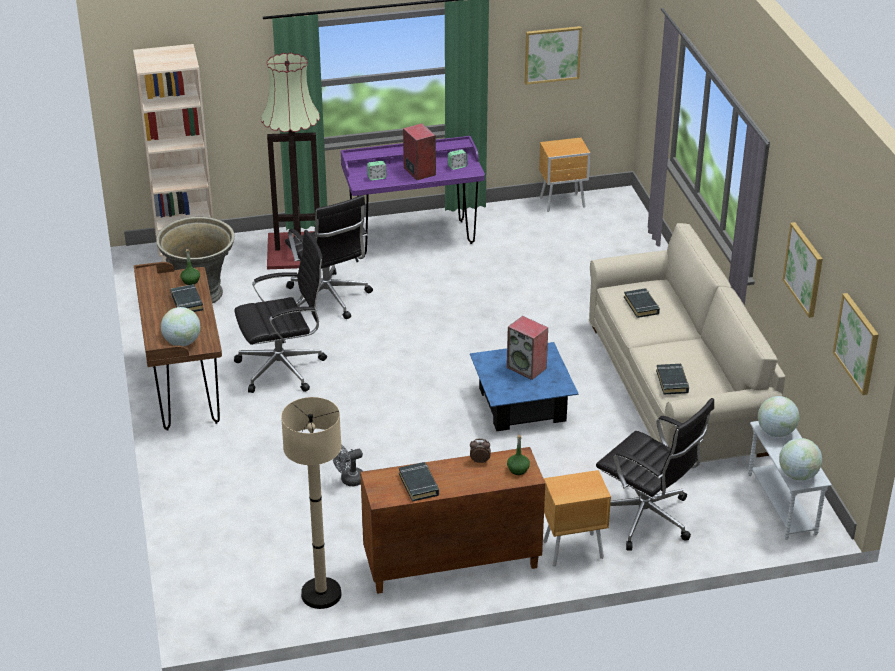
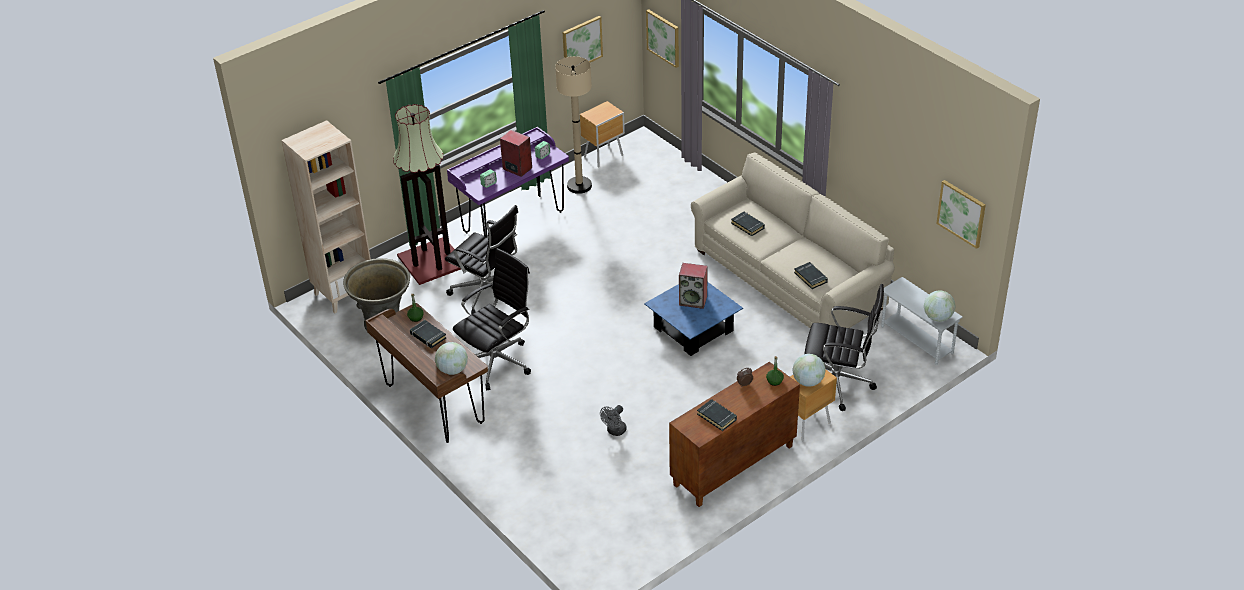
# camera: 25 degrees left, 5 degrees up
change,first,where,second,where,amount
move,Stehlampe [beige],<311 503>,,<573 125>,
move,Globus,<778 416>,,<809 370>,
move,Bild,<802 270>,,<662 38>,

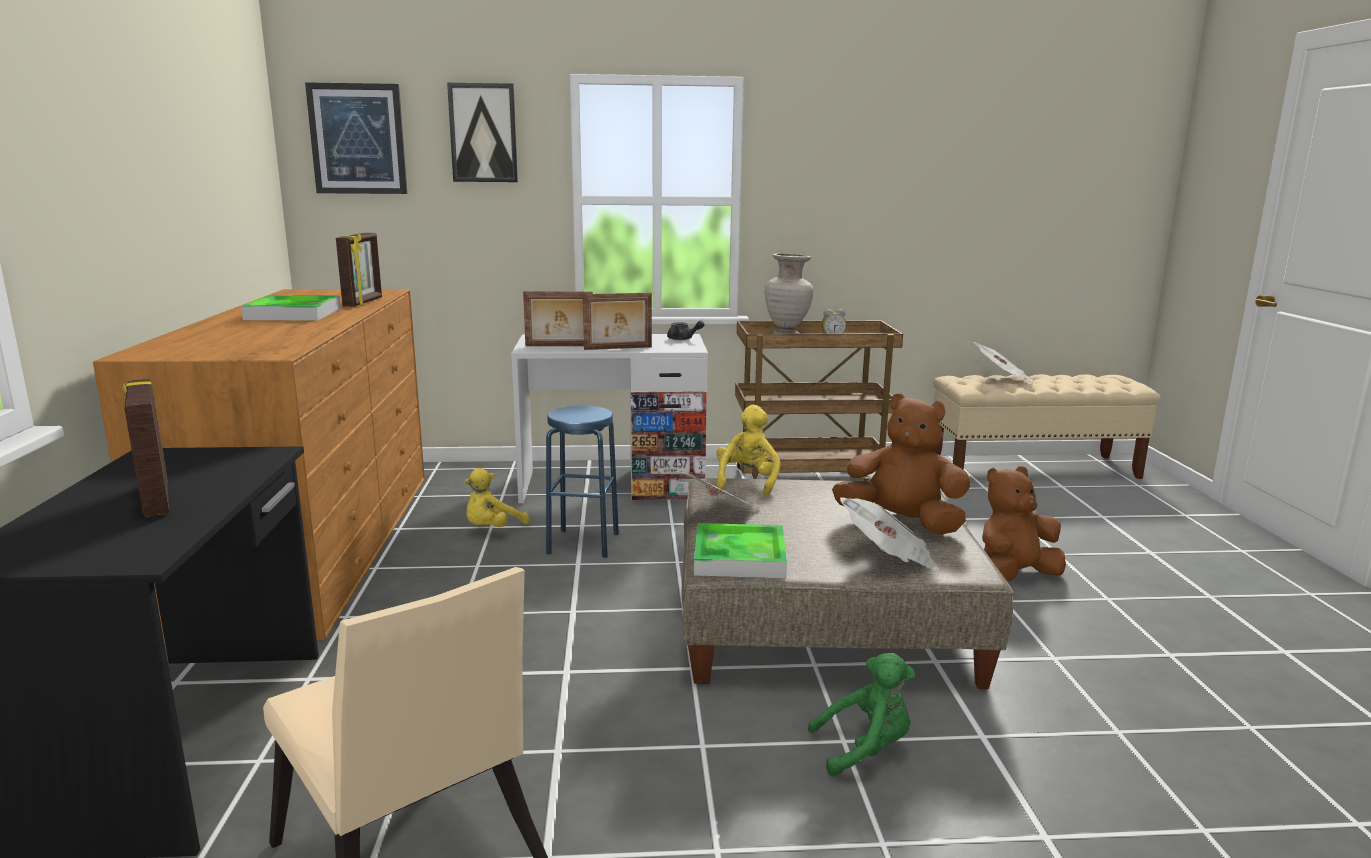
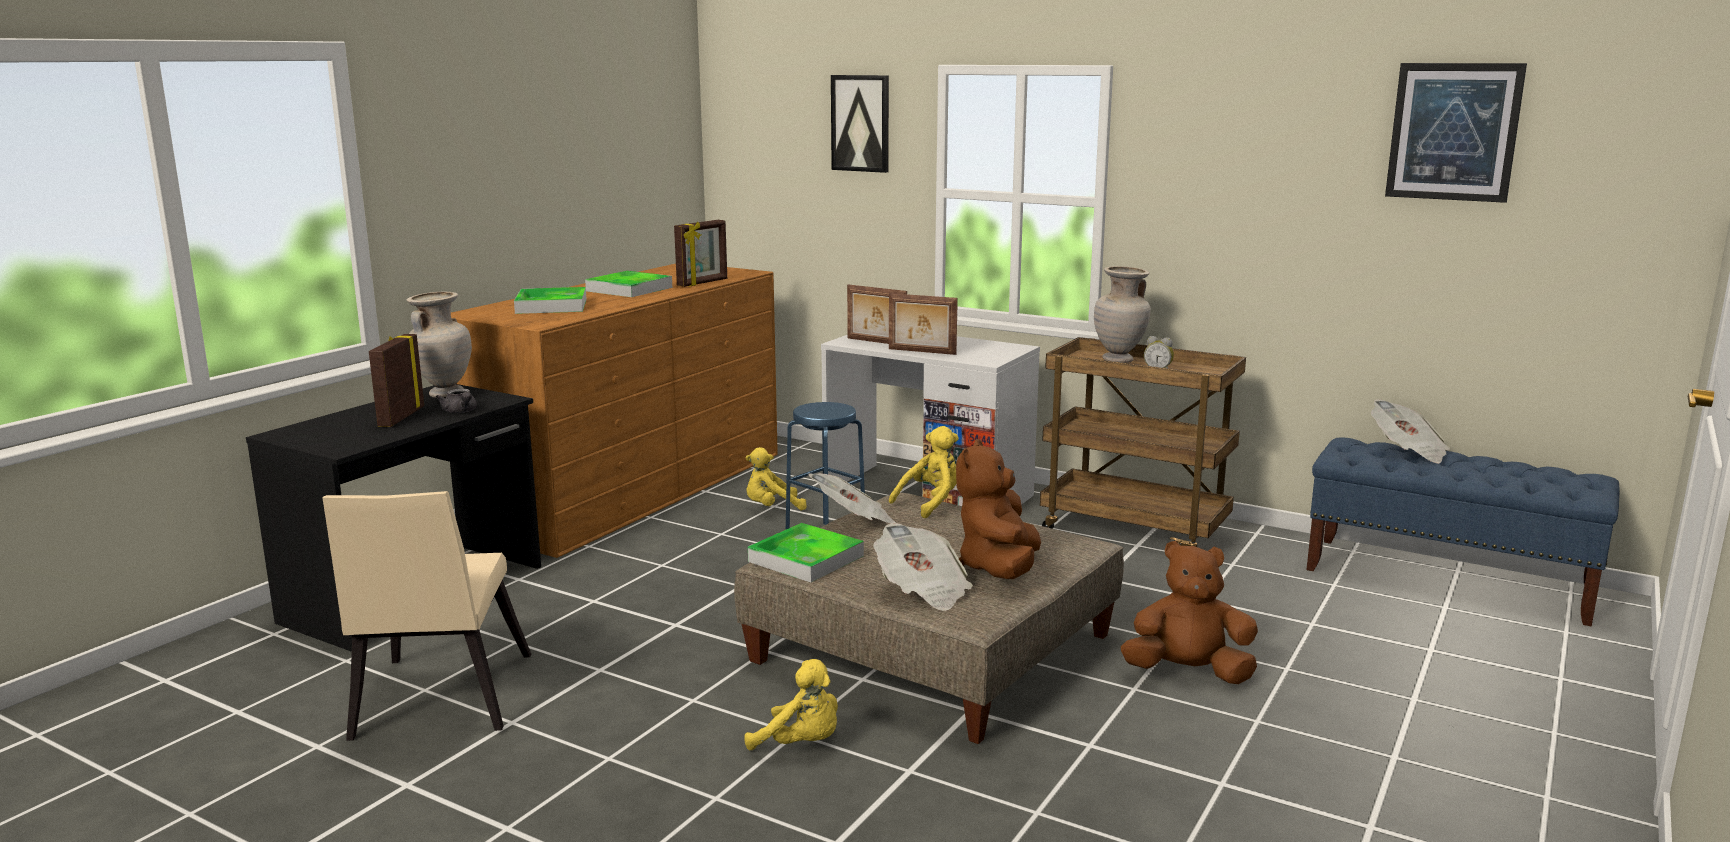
# camera: 35 degrees right, 0 degrees up
change,first,where,second,where,amount
move,Bild,<356 138>,,<1456 133>,
move,Teekanne [grau],<685 330>,,<456 401>,
recolor,Plüschtier [grün],<861 715>,Plüschtier [gelb],<791 705>,
rotate,Plüschtier [braun],<901 463>,,<998 509>,135 degrees counterclockwise
recolor,Bank [beige],<1047 426>,Bank [blau],<1462 532>,
insert,,,Vase [beige],<439 345>,
insert,,,Tablett,<550 300>,

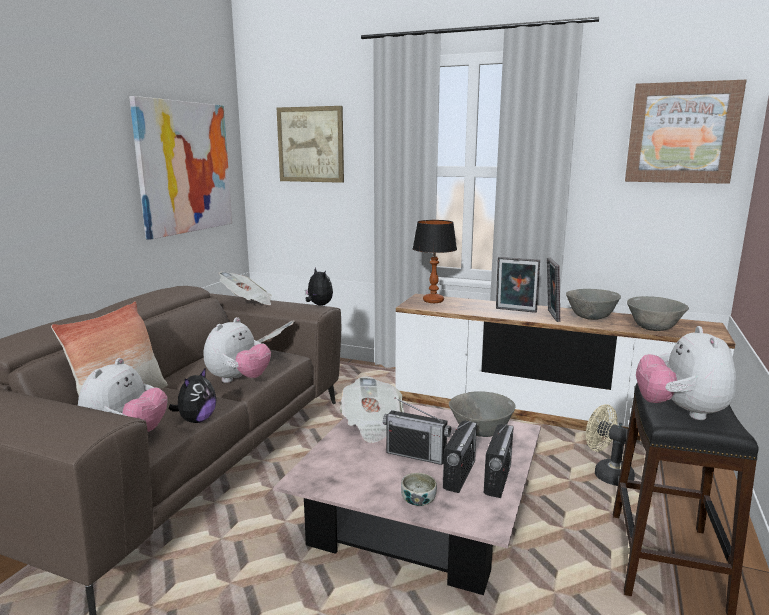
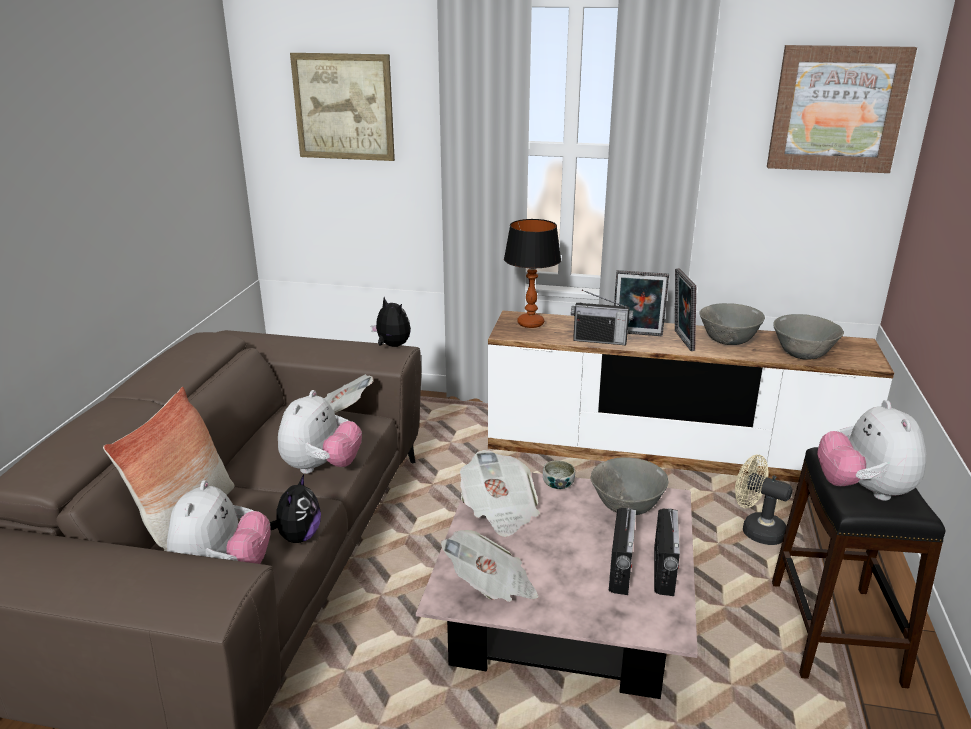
# camera: 10 degrees left, 10 degrees up
change,first,where,second,where,amount
delete,Bild,<180 168>,,,
move,Zeitung,<245 288>,,<490 566>,
move,Radio,<417 431>,,<602 317>,
move,Schüssel,<419 489>,,<559 474>,

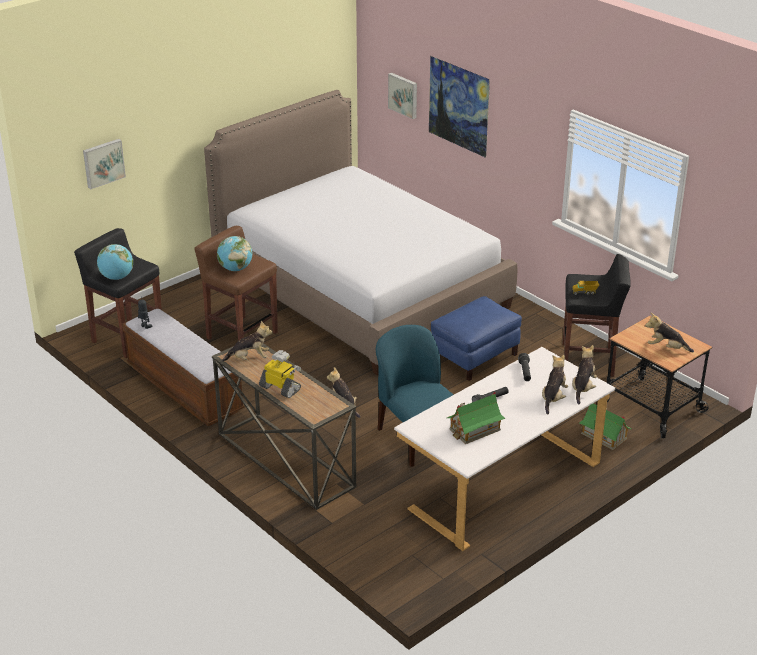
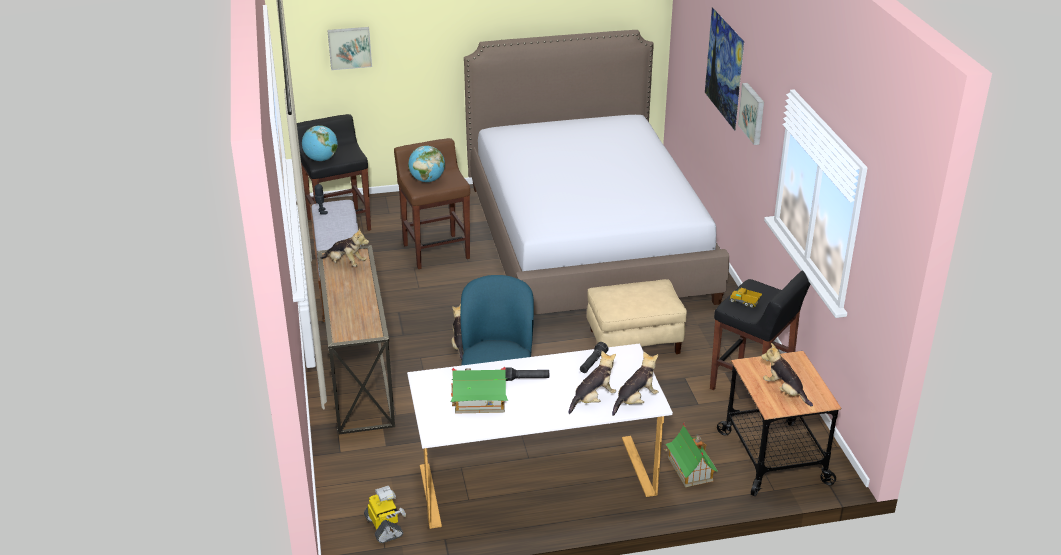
# camera: 30 degrees right, 0 degrees up
change,first,where,second,where,amount
move,Spielzeugroboter,<280 374>,,<385 514>,
move,Bild,<402 96>,,<751 114>,
recolor,Polsterhocker [blau],<476 338>,Polsterhocker [beige],<637 316>,

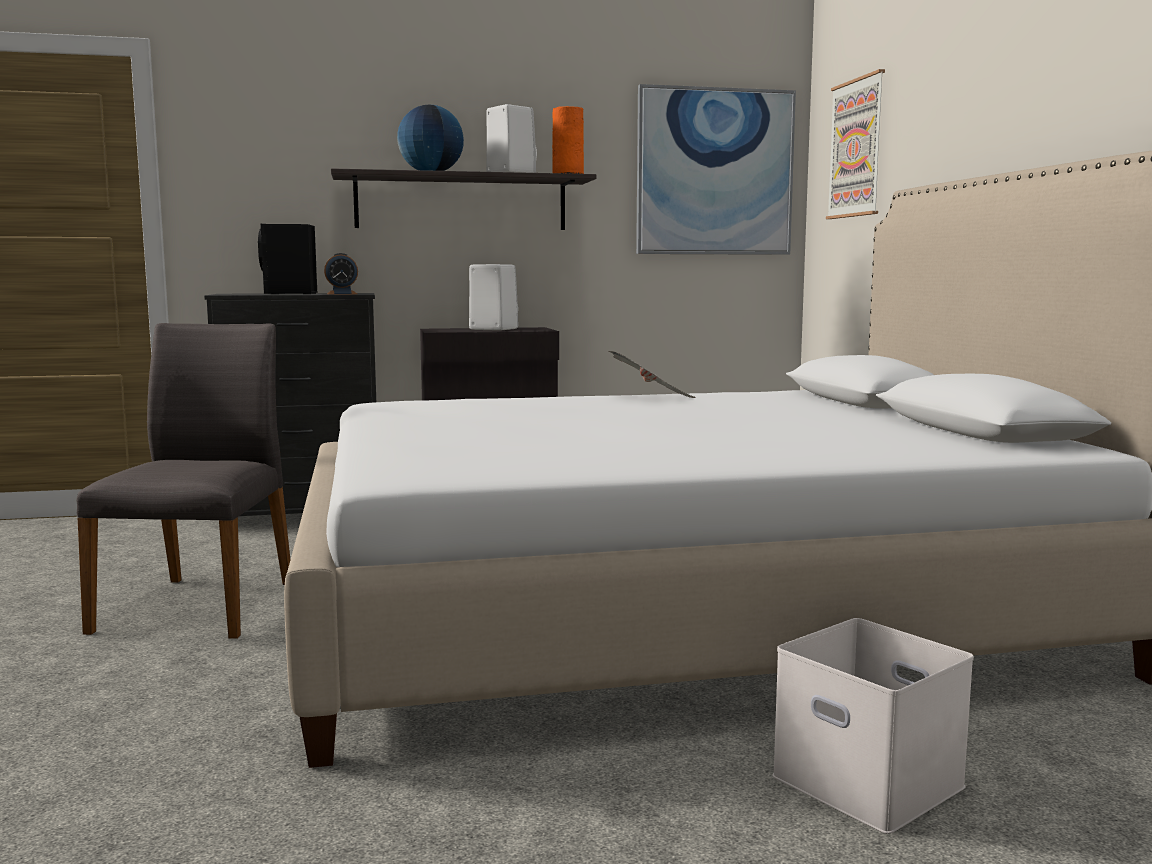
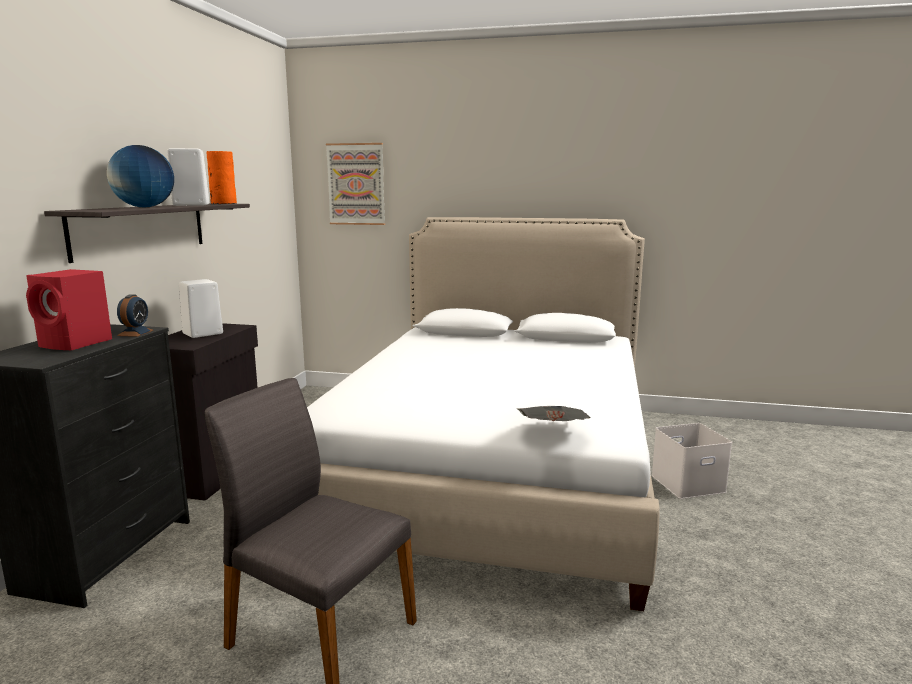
# camera: 65 degrees left, 5 degrees up
change,first,where,second,where,amount
recolor,Lautsprecher [schwarz],<287 259>,Lautsprecher [rot],<69 309>,
move,Zeitung,<651 374>,,<554 413>,
delete,Bild,<716 169>,,,

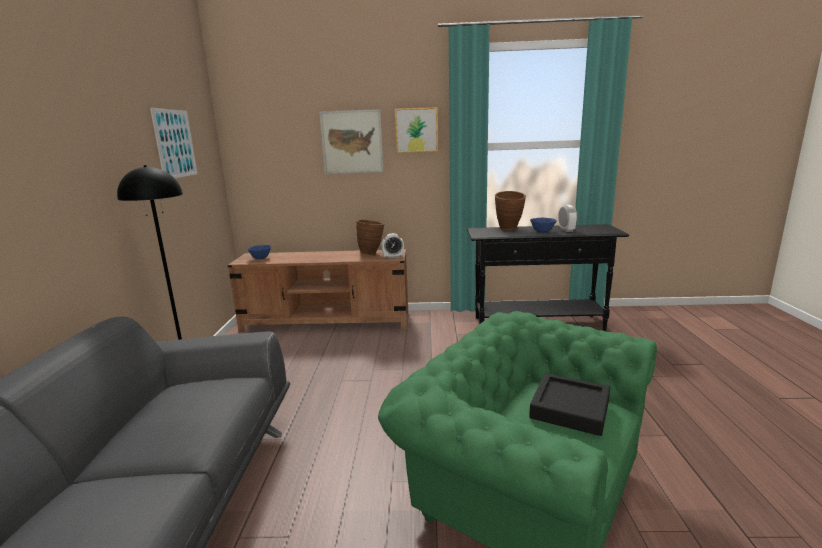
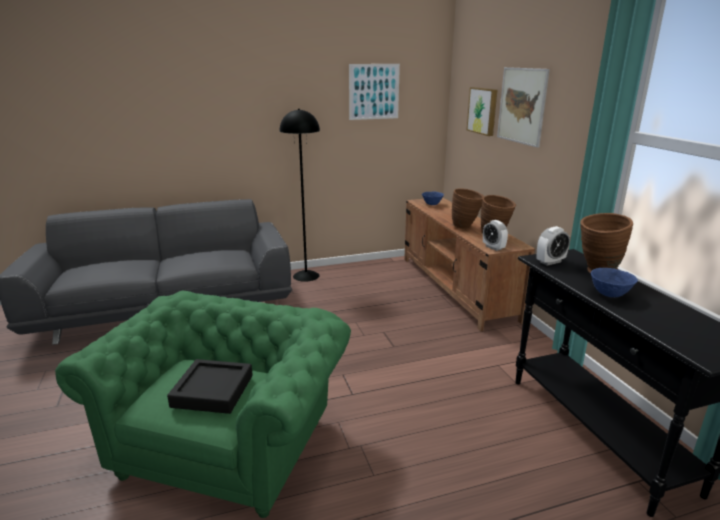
# camera: 70 degrees right, 5 degrees up
change,first,where,second,where,amount
move,Bild,<416 130>,,<482 111>,
move,Wecker,<567 218>,,<553 246>,
insert,,,Vase [braun],<468 209>,

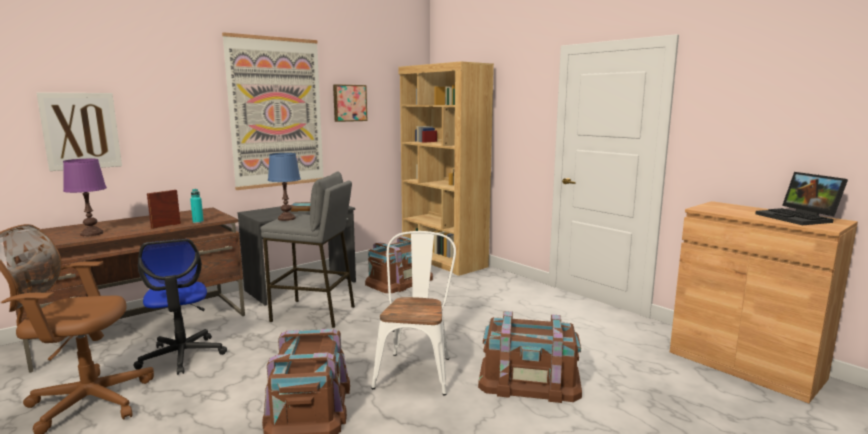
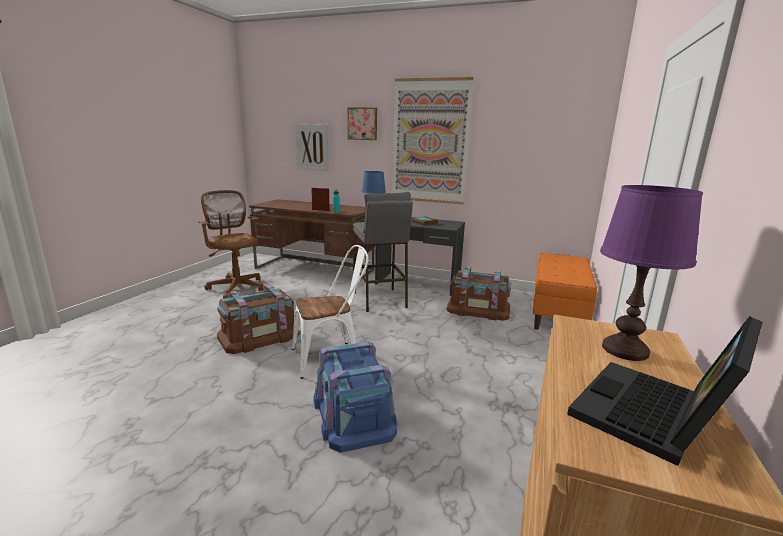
# camera: 60 degrees right, 5 degrees up
change,first,where,second,where,amount
move,Tischlampe [lila],<85 197>,,<651 273>,
delete,Bürostuhl,<180 307>,,,
move,Bild,<350 103>,,<362 123>,
replace,Bücherregal [braun],<446 168>,Bank [orange],<565 291>,
recolor,Aufbewahrungsbox [braun],<530 357>,Aufbewahrungsbox [blau],<355 397>,

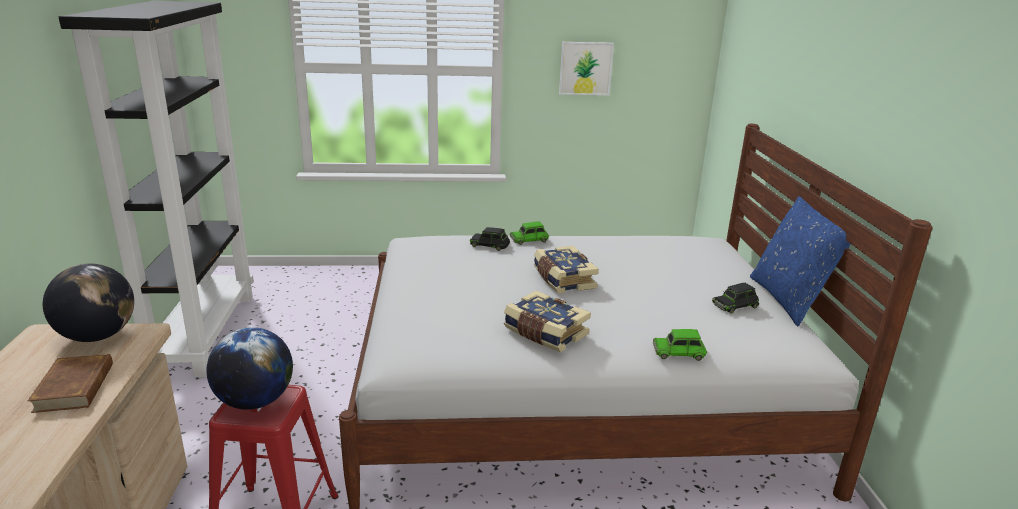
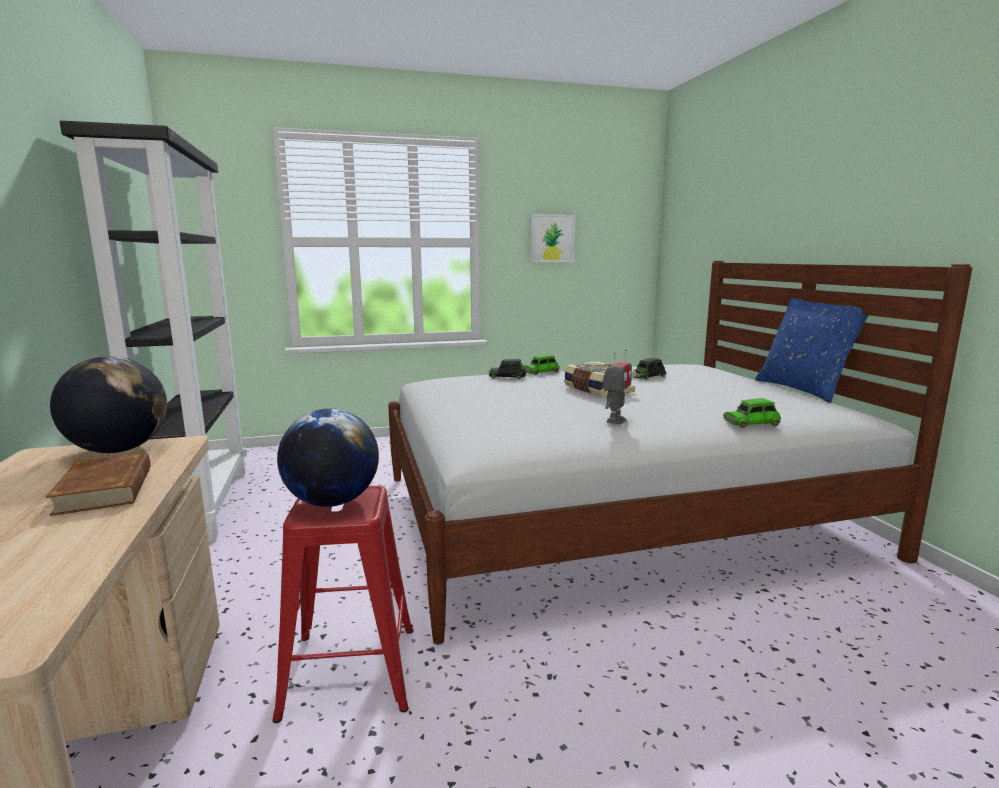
# camera: 10 degrees left, 10 degrees down
change,first,where,second,where,amount
replace,Buch,<547 321>,Spielzeugroboter,<617 386>,
move,Spielzeugauto [schwarz],<735 298>,,<650 369>,

